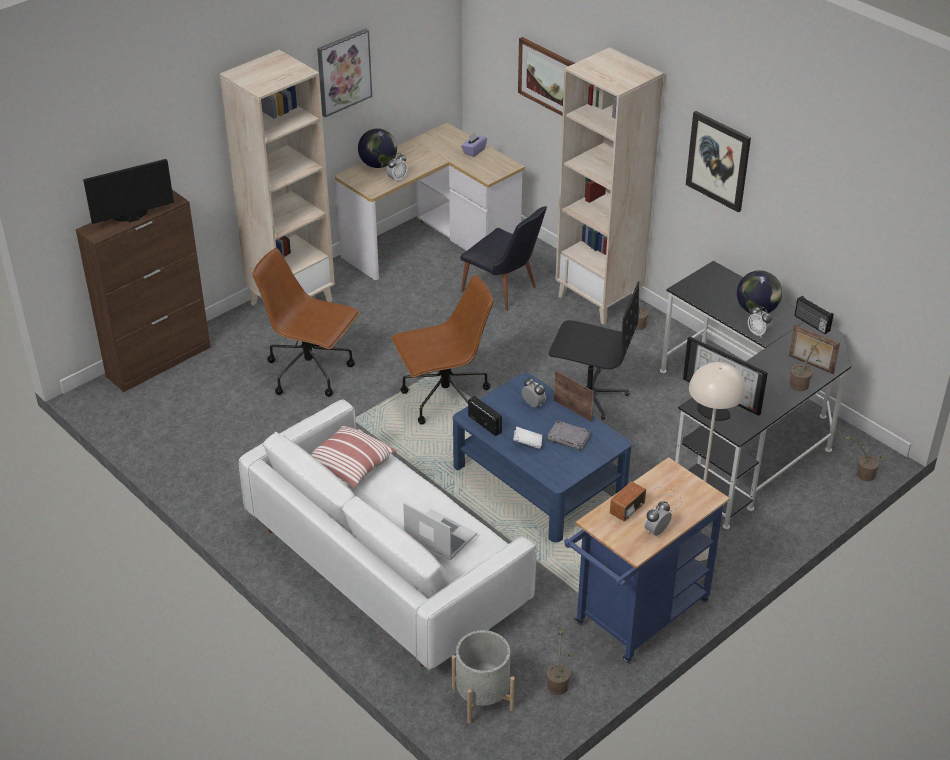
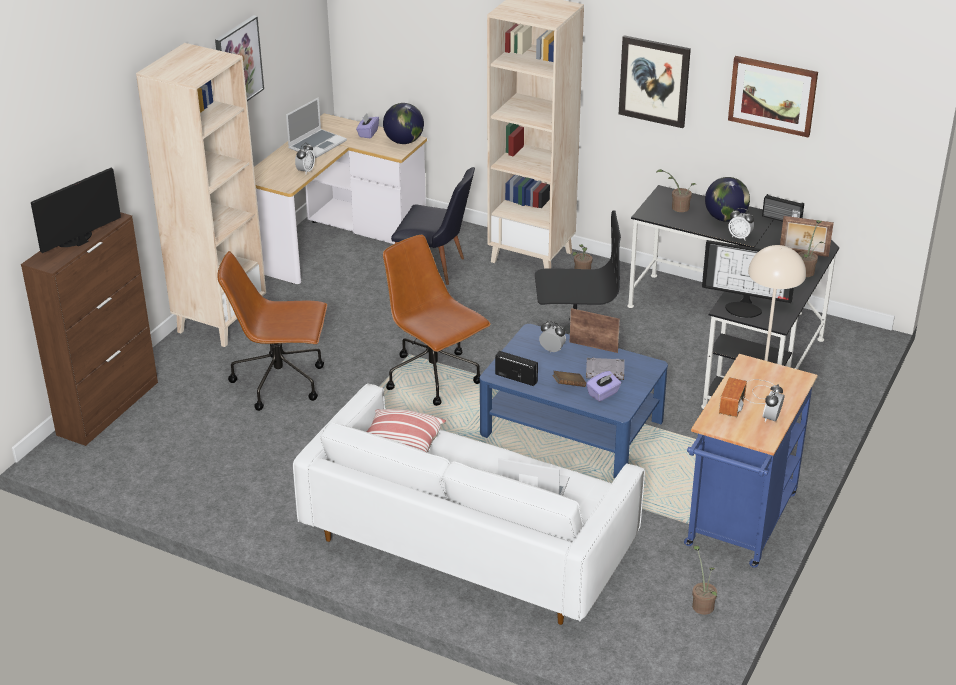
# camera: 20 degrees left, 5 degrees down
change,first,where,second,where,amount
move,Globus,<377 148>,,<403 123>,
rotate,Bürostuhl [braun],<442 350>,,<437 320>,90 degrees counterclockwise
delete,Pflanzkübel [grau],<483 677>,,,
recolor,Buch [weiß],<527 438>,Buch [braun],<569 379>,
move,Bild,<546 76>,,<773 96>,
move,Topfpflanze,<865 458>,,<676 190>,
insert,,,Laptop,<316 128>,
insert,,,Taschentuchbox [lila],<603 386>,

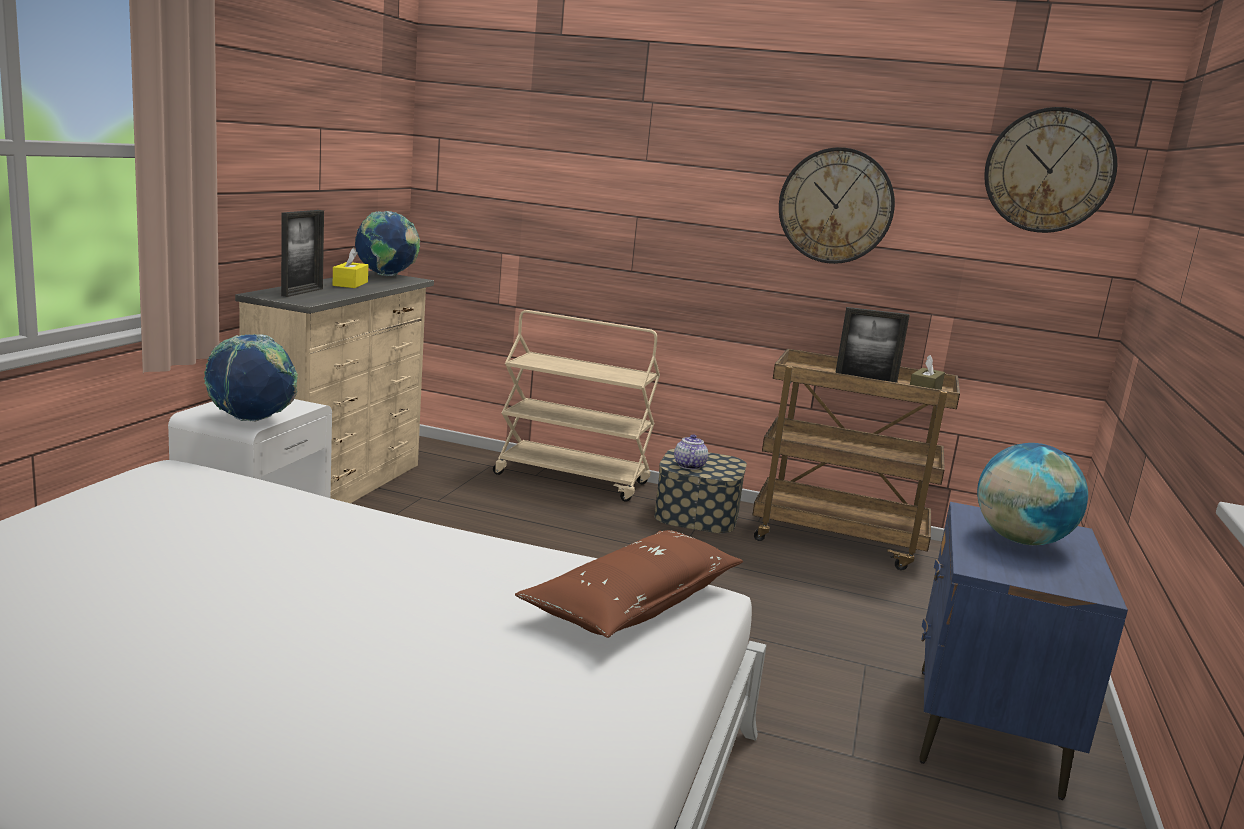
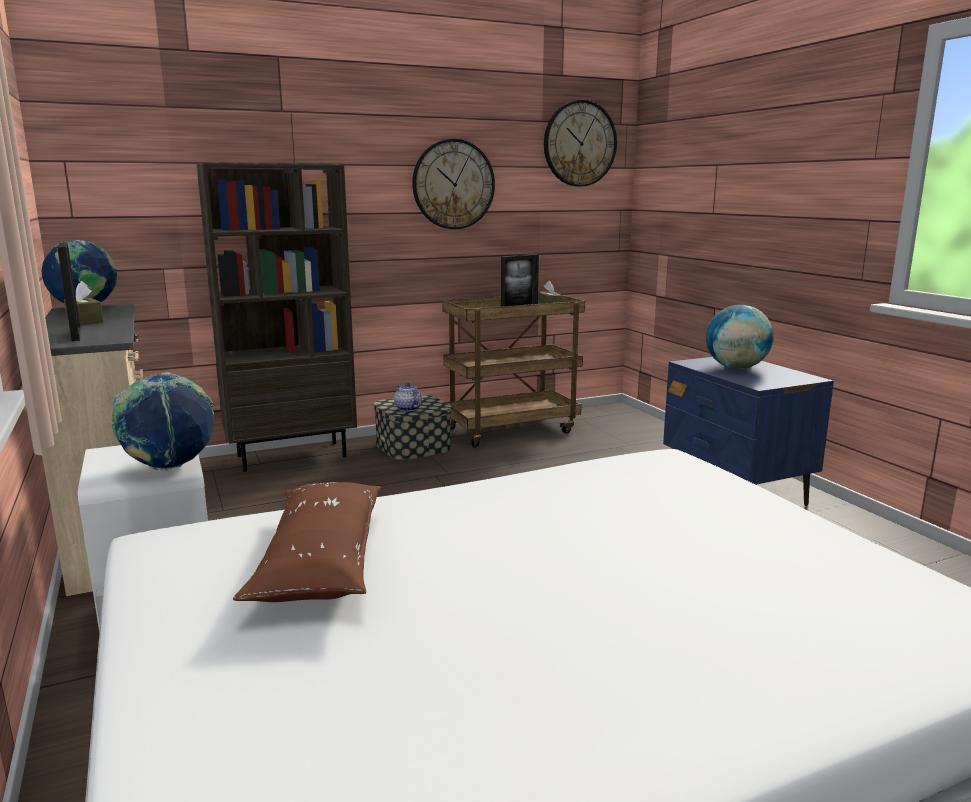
# camera: 40 degrees left, 0 degrees up
change,first,where,second,where,amount
recolor,Taschentuchbox [gelb],<350 268>,Taschentuchbox [braun],<84 303>,
replace,Rollwagen [beige],<576 406>,Bücherregal [braun],<277 317>,
move,Kissen [braun],<629 584>,,<307 542>,

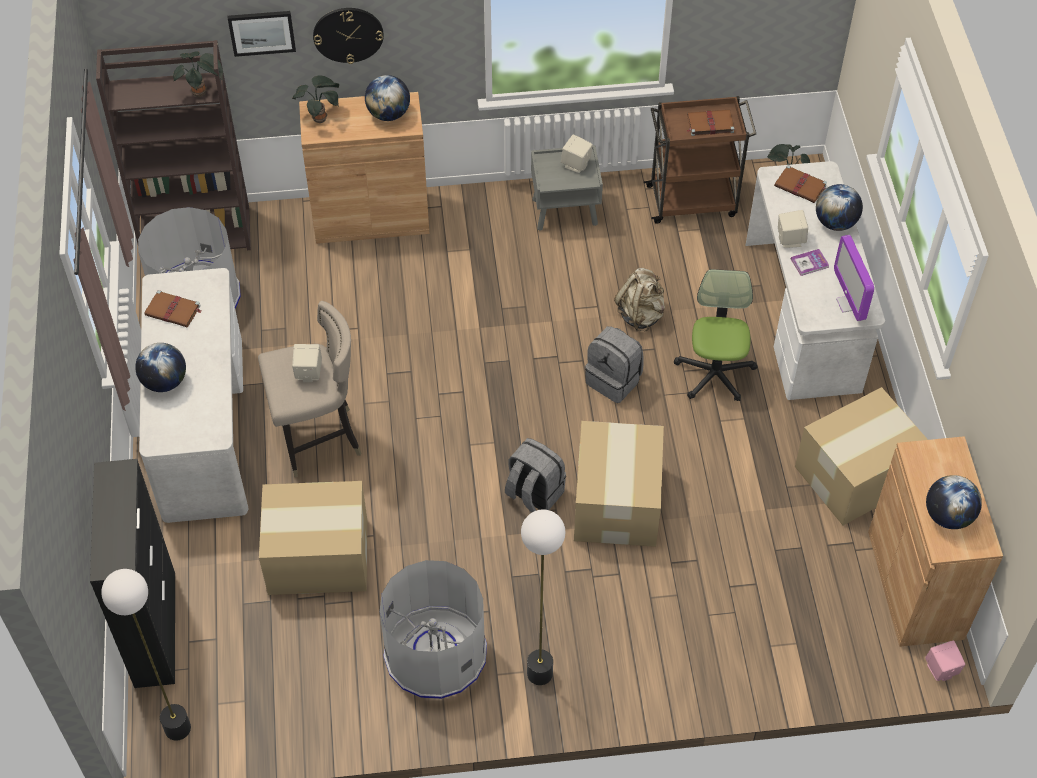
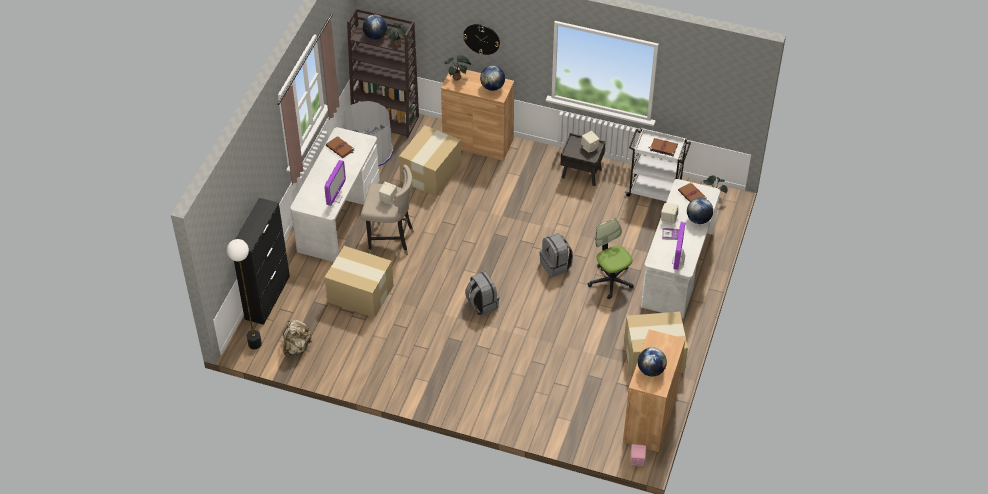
# camera: 25 degrees right, 5 degrees down
change,first,where,second,where,amount
move,Globus,<160 367>,,<375 27>,
delete,Bild,<262 34>,,,
delete,Mülleimer [grau],<433 629>,,,
delete,Stehlampe,<543 597>,,,
recolor,Nachttisch [grau],<567 187>,Nachttisch [braun],<582 159>,
move,Karton,<619 484>,,<430 161>,
move,Rucksack [beige],<639 300>,,<297 338>,
recolor,Rollwagen [braun],<700 160>,Rollwagen [weiß],<658 165>,
rotate,Bürostuhl,<716 335>,,<611 259>,60 degrees counterclockwise
insert,,,Monitor,<335 183>,

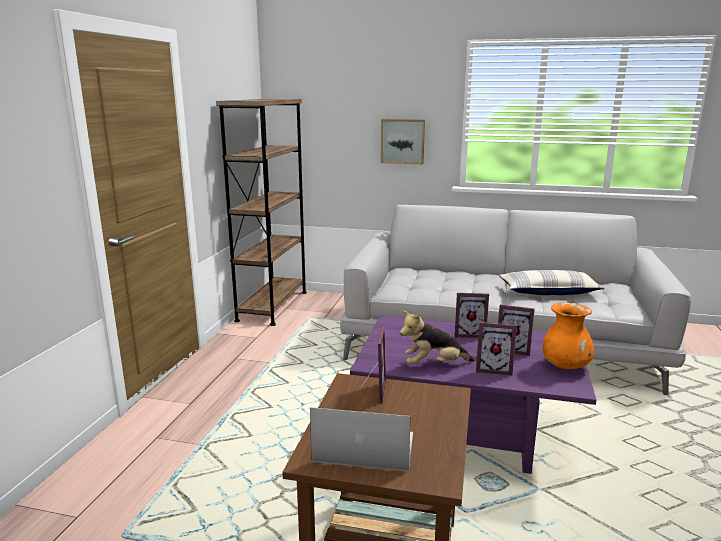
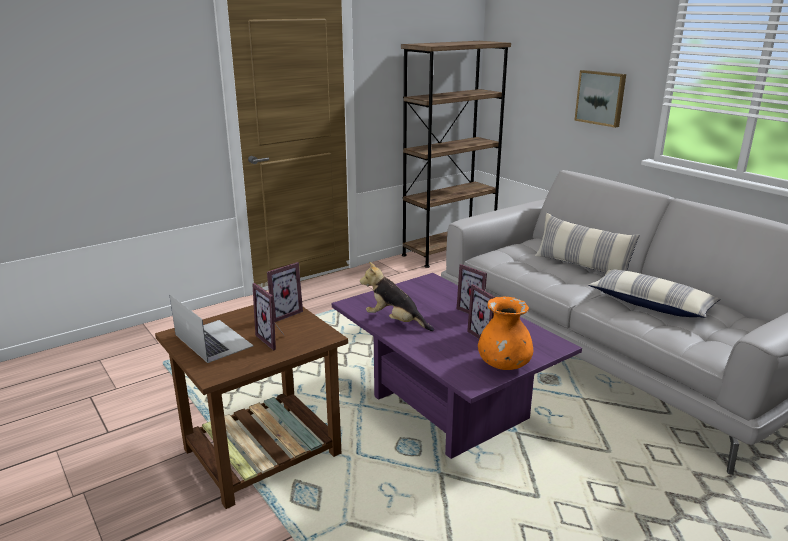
# camera: 40 degrees right, 5 degrees up
change,first,where,second,where,amount
move,Bilderrahmen,<496 349>,,<268 317>,
insert,,,Kissen,<587 243>,

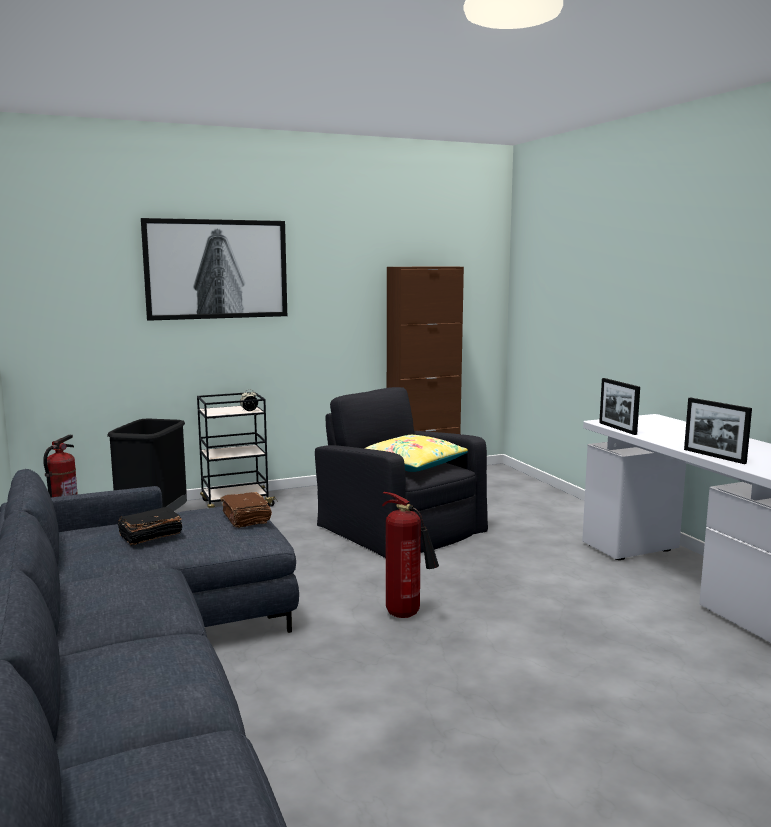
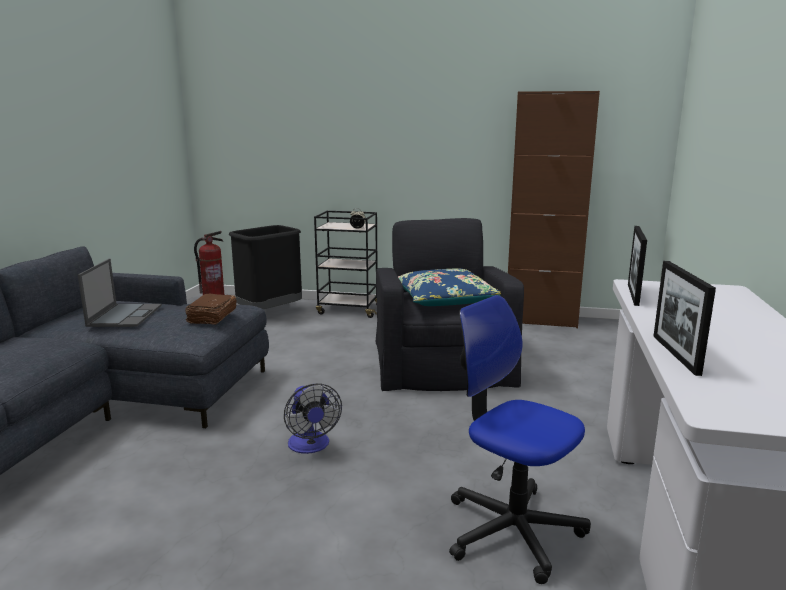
# camera: 35 degrees right, 5 degrees up
change,first,where,second,where,amount
replace,Buch [schwarz],<150 526>,Laptop,<120 293>,
delete,Bild,<214 269>,,,
recolor,Kissen [gelb],<416 453>,Kissen [blau],<449 287>,
replace,Feuerlöscher,<410 555>,Ventilator,<313 418>,
insert,,,Bürostuhl,<520 439>,

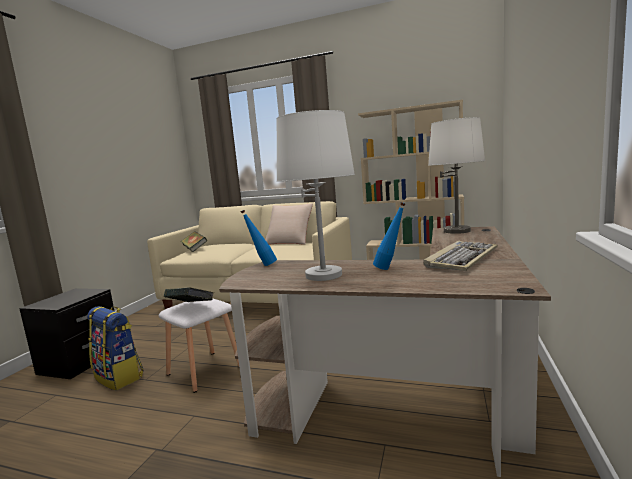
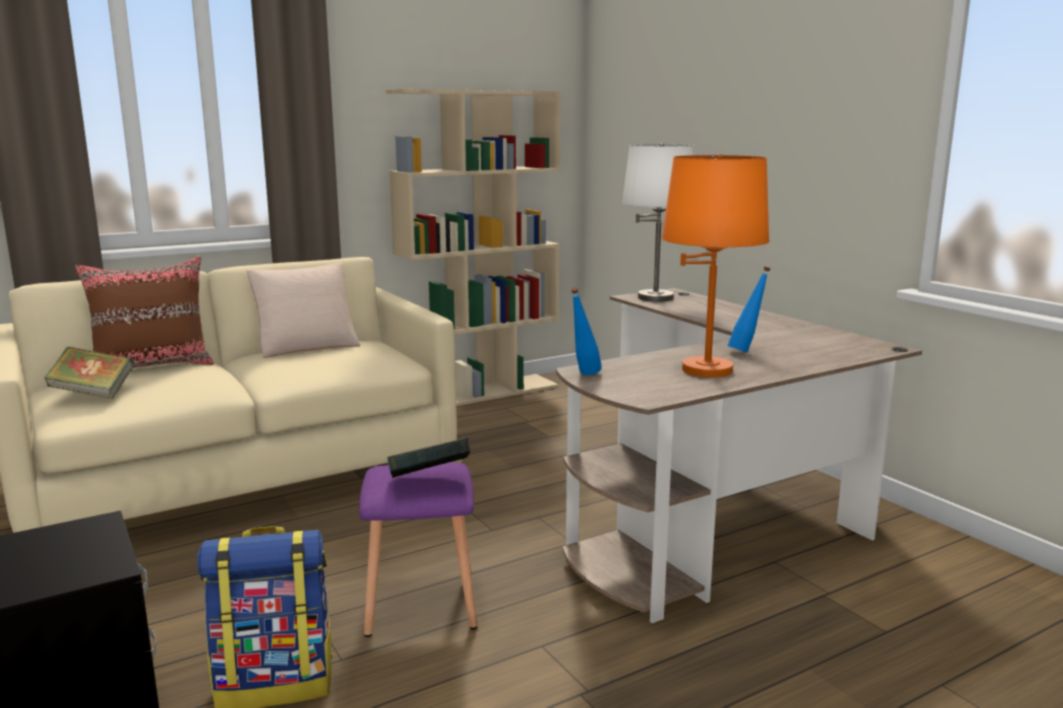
# camera: 50 degrees left, 5 degrees up
change,first,where,second,where,amount
recolor,Hocker [weiß],<199 345>,Hocker [lila],<418 549>,
recolor,Tischlampe [weiß],<316 195>,Tischlampe [orange],<715 266>,
delete,Tastatur,<460 256>,,,
insert,,,Kissen [braun],<144 311>,

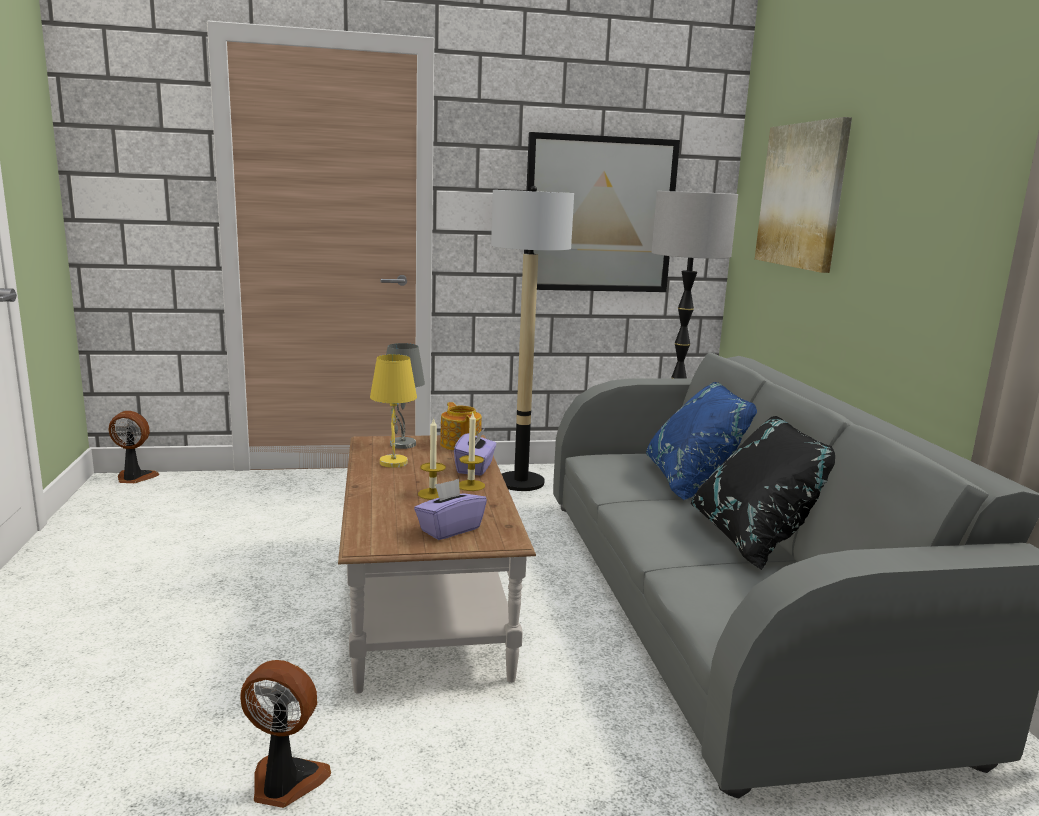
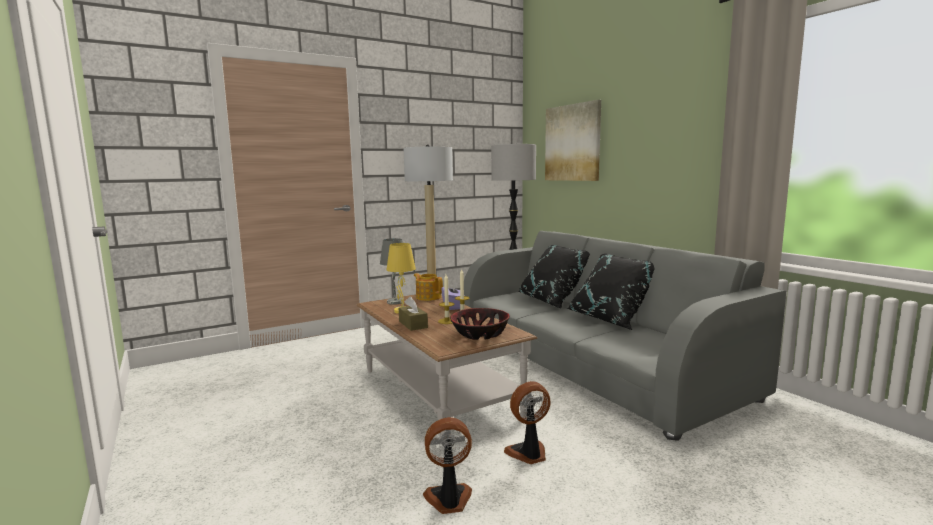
# camera: 20 degrees left, 5 degrees down
change,first,where,second,where,amount
move,Ventilator,<134 447>,,<527 422>,
replace,Taschentuchbox [lila],<450 509>,Schüssel,<480 324>,
delete,Bild,<602 212>,,,
recolor,Kissen [blau],<701 441>,Kissen [schwarz],<554 276>,
insert,,,Taschentuchbox [braun],<413 313>,

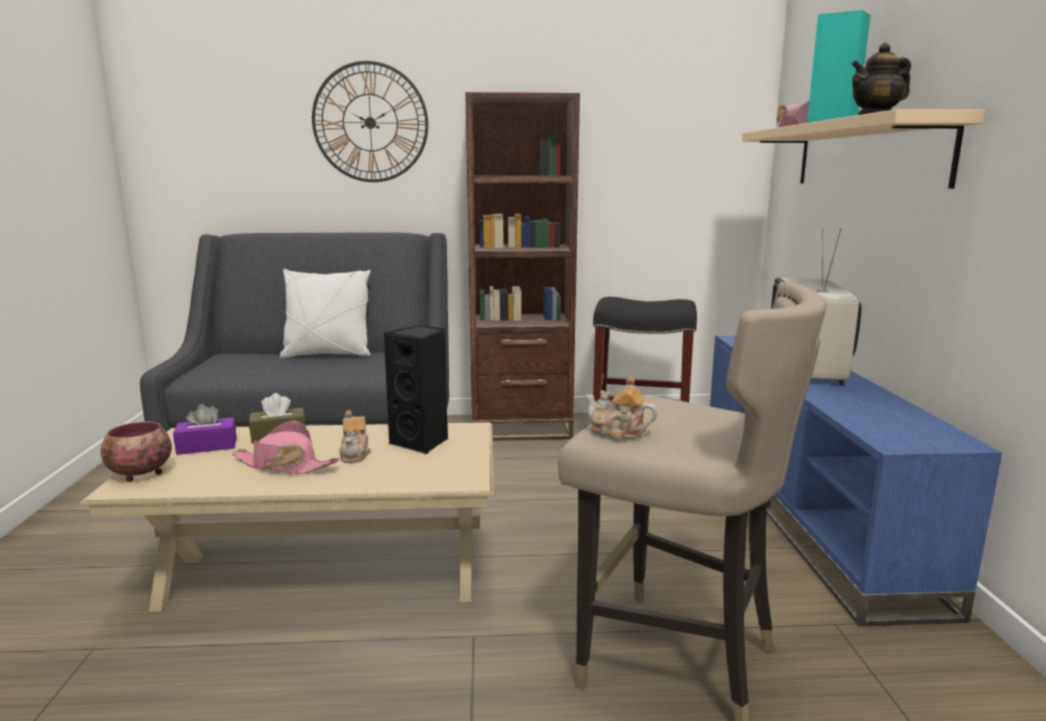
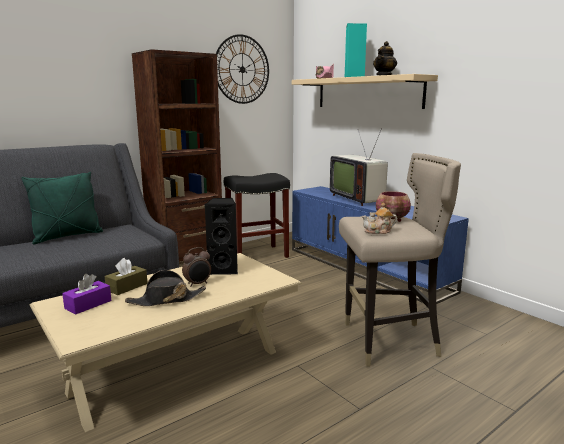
# camera: 35 degrees left, 0 degrees up
change,first,where,second,where,amount
move,Schüssel,<136 451>,,<393 206>,
recolor,Hut [rosa],<286 447>,Hut [schwarz],<165 288>,
recolor,Kissen [weiß],<325 313>,Kissen [grün],<62 208>,
move,Wanduhr,<370 121>,,<242 69>,
replace,Teekanne,<355 436>,Wecker,<196 267>,

